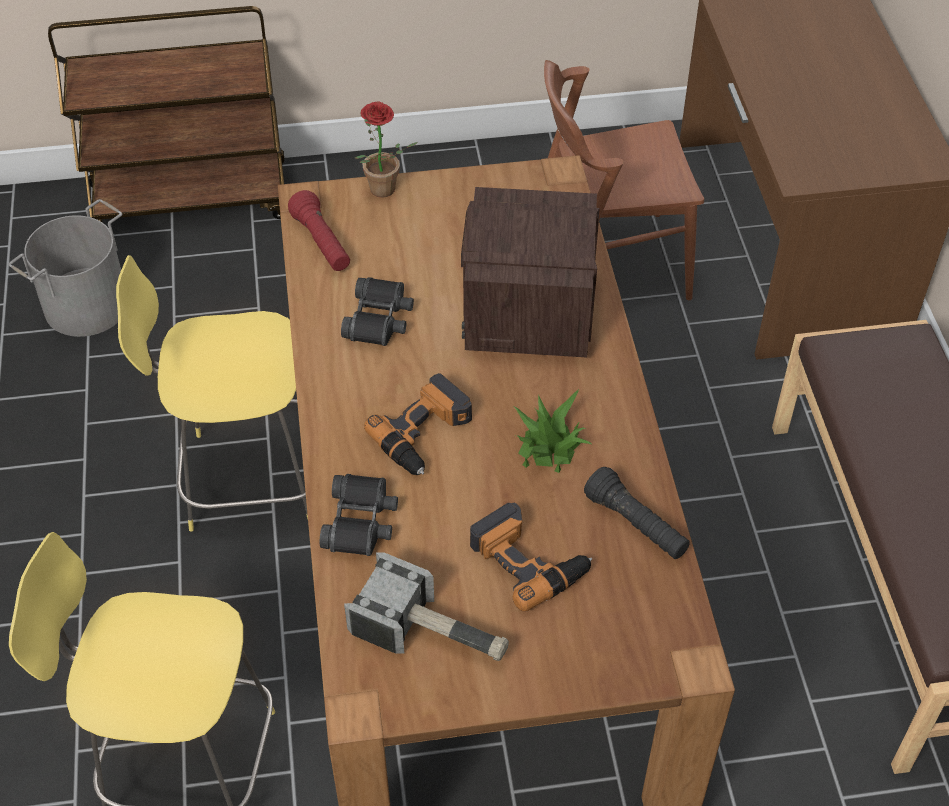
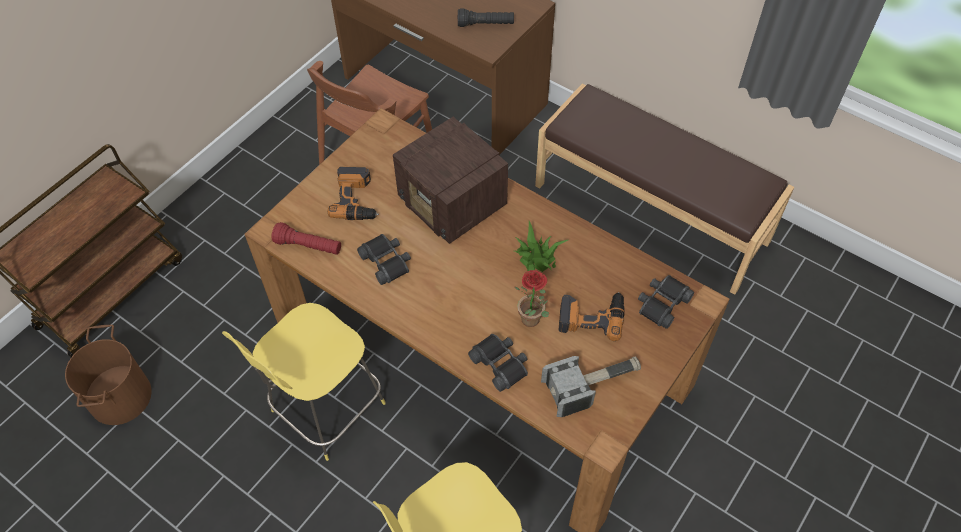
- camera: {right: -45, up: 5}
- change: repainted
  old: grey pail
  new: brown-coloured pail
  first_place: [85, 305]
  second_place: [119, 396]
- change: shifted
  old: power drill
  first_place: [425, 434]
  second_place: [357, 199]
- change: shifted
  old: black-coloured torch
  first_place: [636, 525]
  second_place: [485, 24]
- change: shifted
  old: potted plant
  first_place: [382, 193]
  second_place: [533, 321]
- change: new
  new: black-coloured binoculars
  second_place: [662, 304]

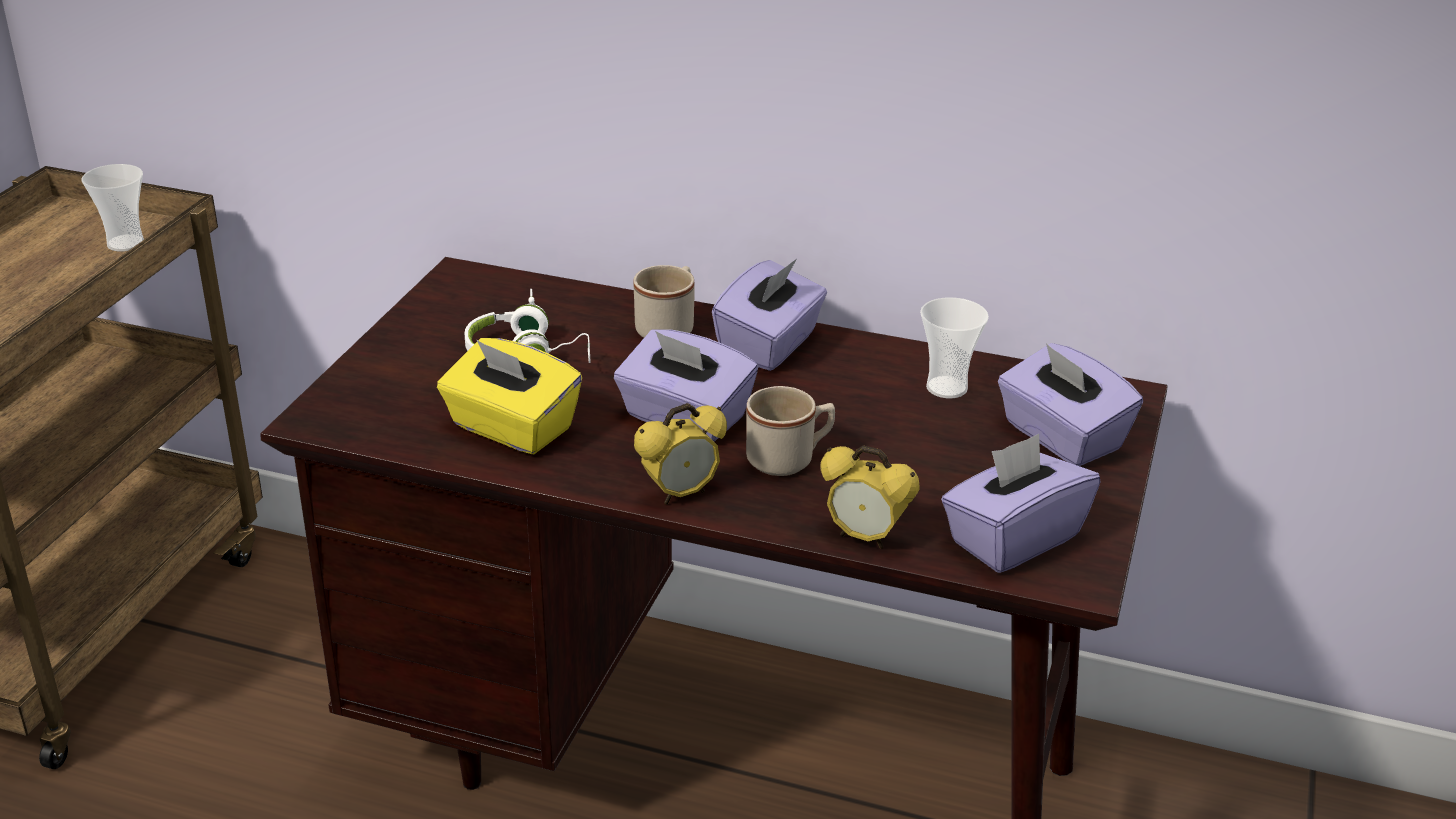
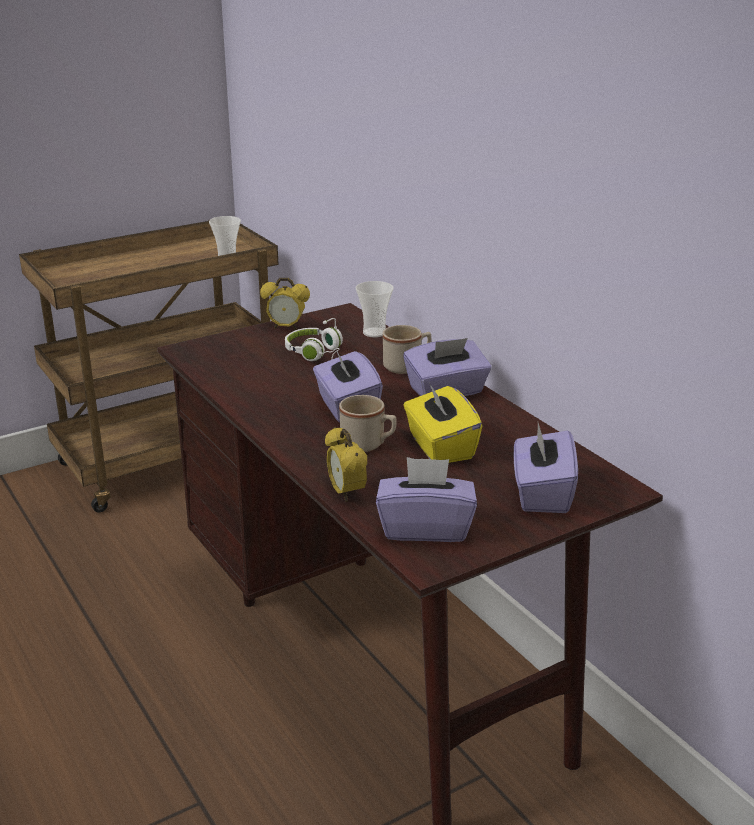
- camera: {right: 40, up: -5}
- change: shifted
  old: bedside clock
  first_place: [680, 494]
  second_place: [286, 327]
- change: shifted
  old: drinking cup
  first_place: [946, 388]
  second_place: [374, 333]
- change: shifted
  old: yellow-coloured tissue box
  first_place: [511, 428]
  second_place: [440, 447]

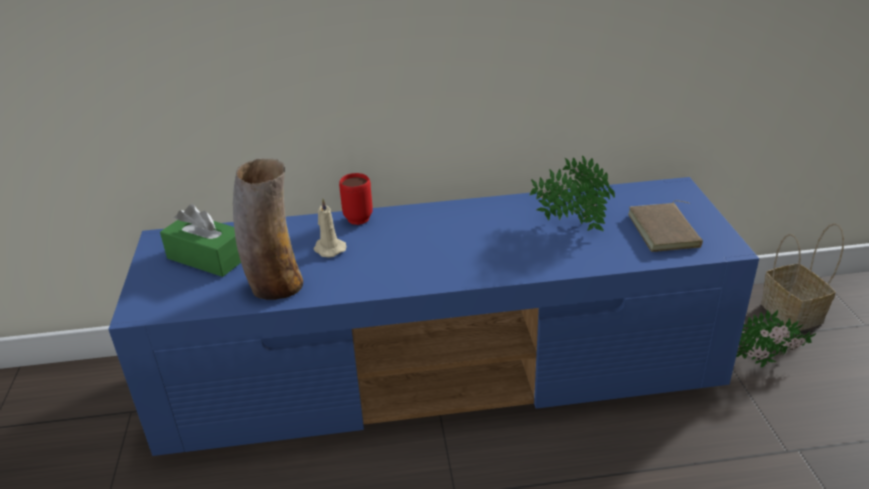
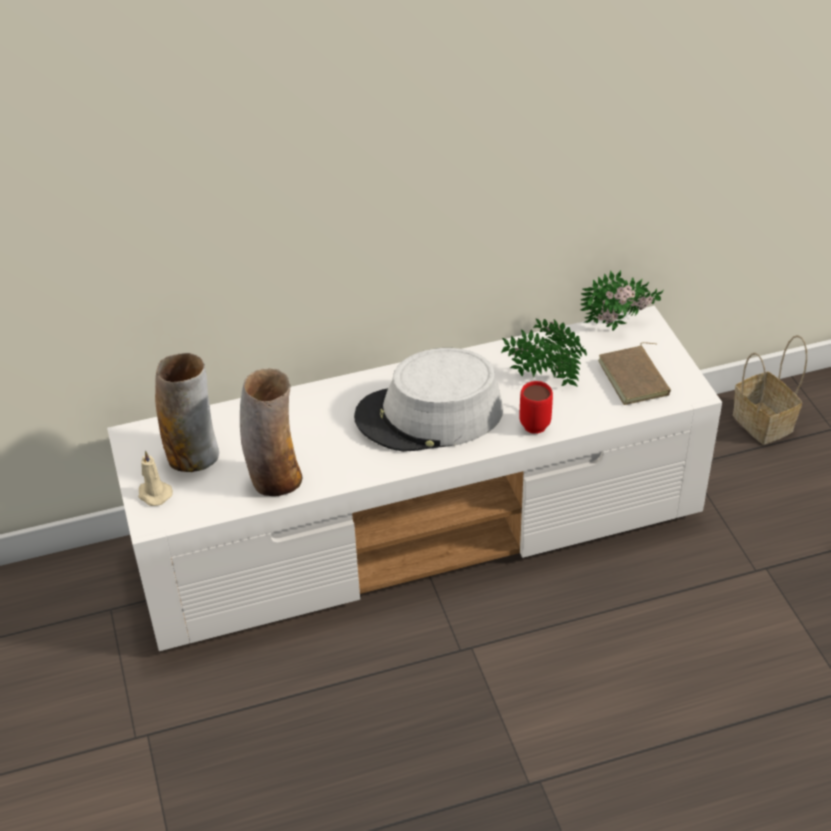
- camera: {right: -10, up: 10}
- change: repainted
  old: blue-coloured media console
  new: white media console
  first_place: [443, 372]
  second_place: [422, 529]
- change: shifted
  old: beige wax candle
  first_place: [328, 249]
  second_place: [154, 494]
- change: swapped
  old: greenish tissue box
  new: vase
  first_place: [208, 257]
  second_place: [193, 454]
- change: new
  new: grey wearable hat
  second_place: [429, 415]
- change: shifted
  old: reddish coffee mug
  first_place: [361, 216]
  second_place: [536, 421]
- change: shifted
  old: potted plant
  first_place: [768, 363]
  second_place: [620, 326]

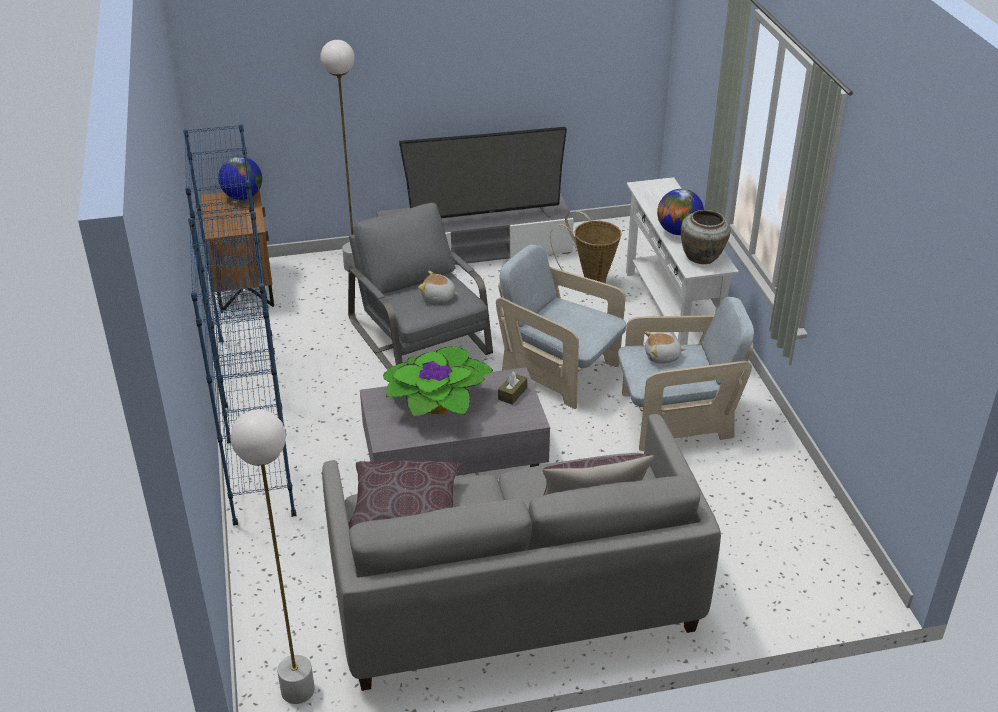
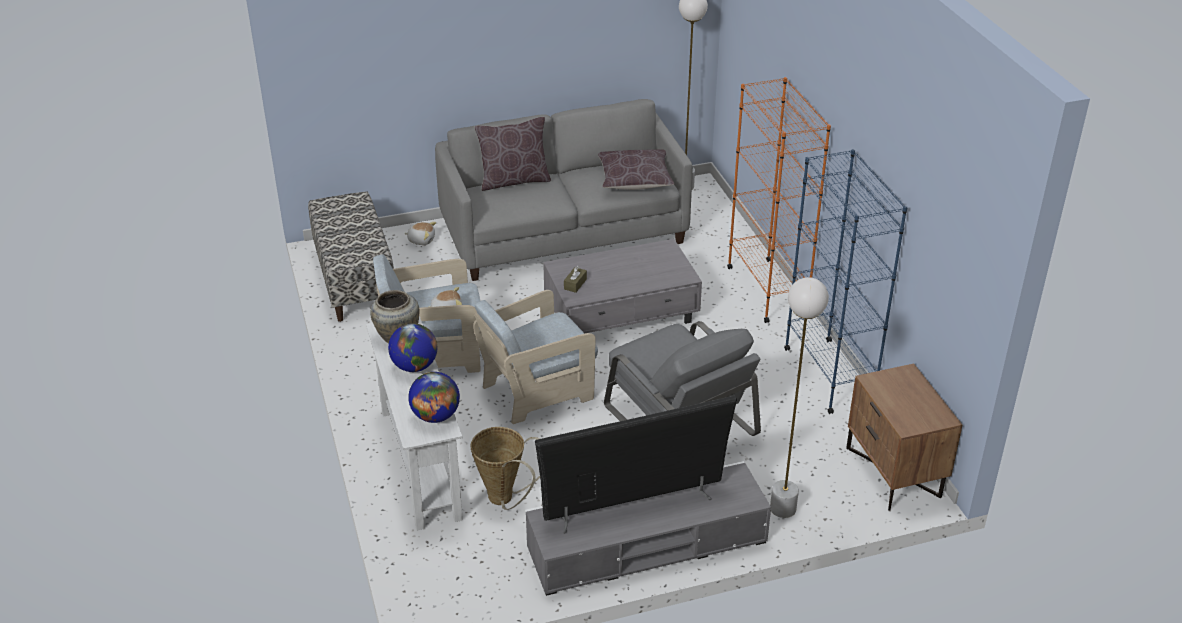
- camera: {right: 175, up: 0}
- change: new
  new: indoor bench
  second_place: [354, 281]
- change: shifted
  old: plush toy
  first_place: [438, 297]
  second_place: [421, 240]
- change: shifted
  old: globe
  first_place: [243, 197]
  second_place: [435, 416]
- change: rotated
  old: beige lounge chair
  first_place: [559, 372]
  second_place: [537, 391]
  degrees: 120
- change: repainted
  old: blue-coloured shelving unit
  new: orange-coloured shelving unit
  first_place: [260, 478]
  second_place: [767, 290]
- change: gone
  old: potted plant
  first_place: [438, 403]

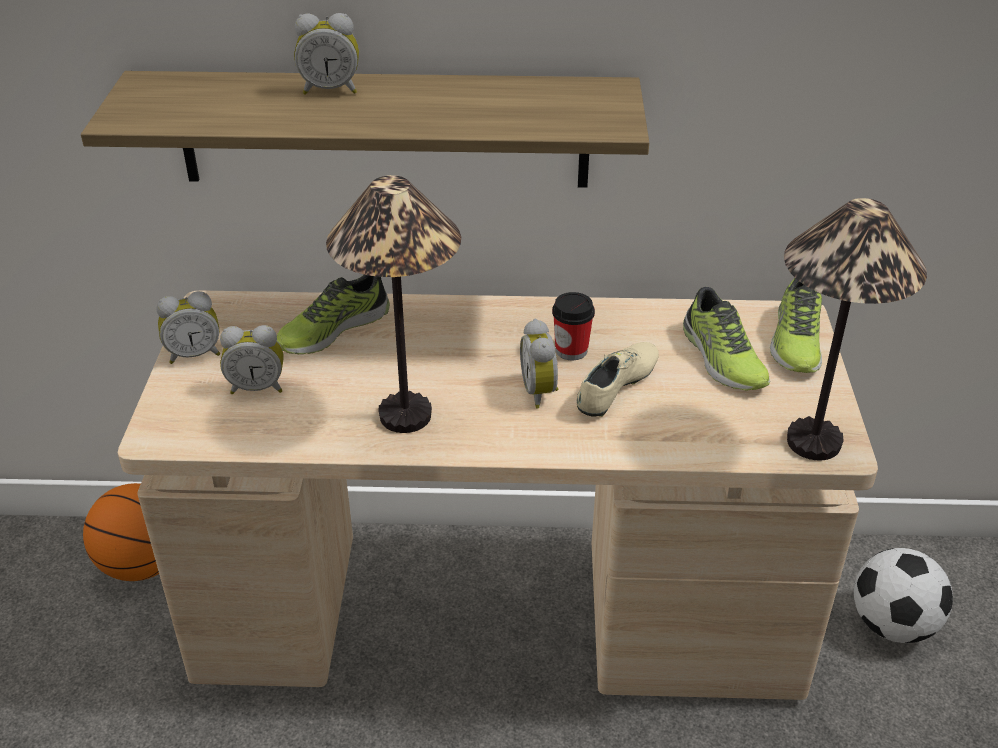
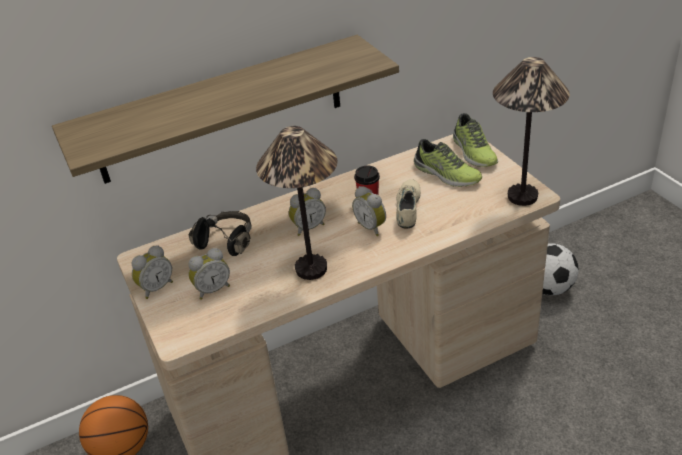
- camera: {right: -25, up: 0}
- change: swapped
  old: item of footwear
  new: black-coloured pair of headphones
  first_place: [332, 329]
  second_place: [227, 241]
- change: shifted
  old: bedside clock
  first_place: [330, 90]
  second_place: [308, 227]

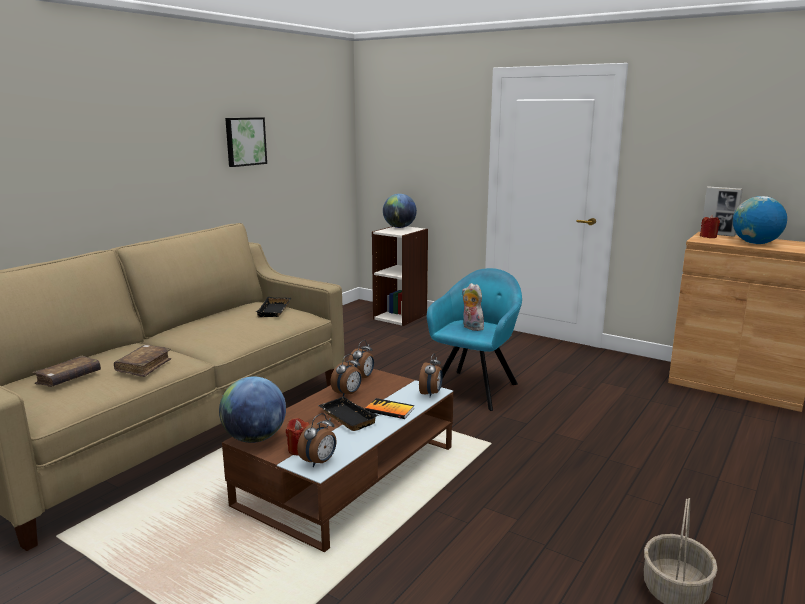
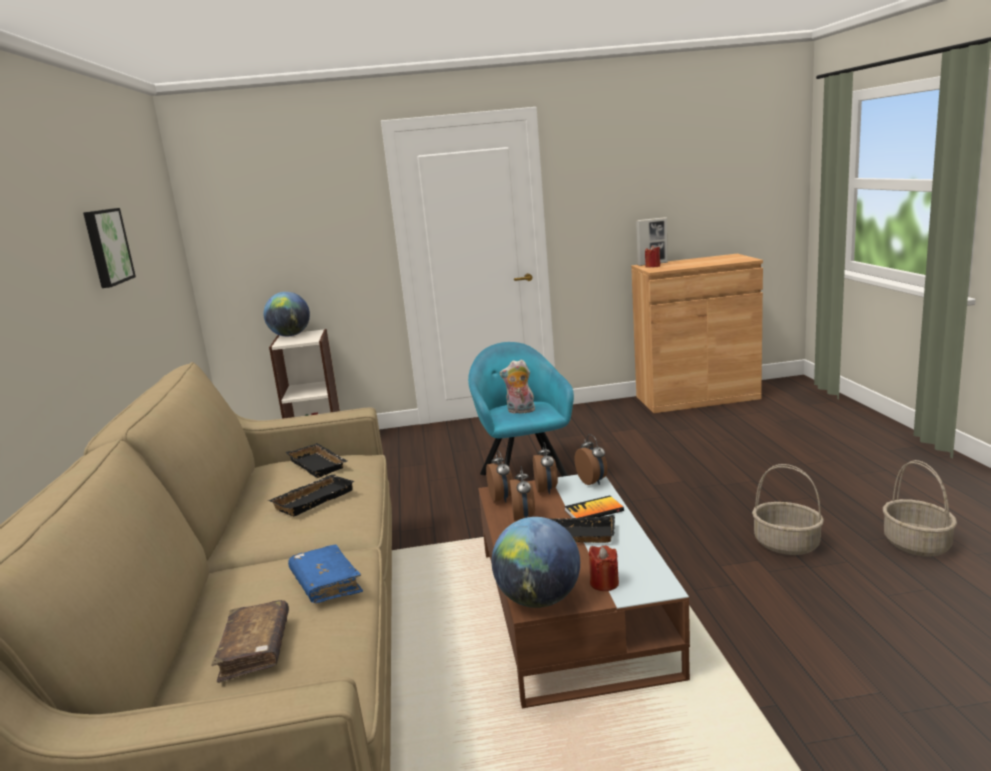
- camera: {right: -40, up: 0}
- change: new
  new: black-coloured carrying tray
  second_place: [313, 499]
- change: repainted
  old: brown-coloured volume
  new: blue-coloured volume
  first_place: [144, 366]
  second_place: [326, 584]
- change: shifted
  old: bedside clock
  first_place: [319, 462]
  second_place: [546, 490]
- change: new
  new: storage basket
  second_place: [787, 544]
- change: gone
  old: globe
  first_place: [755, 243]

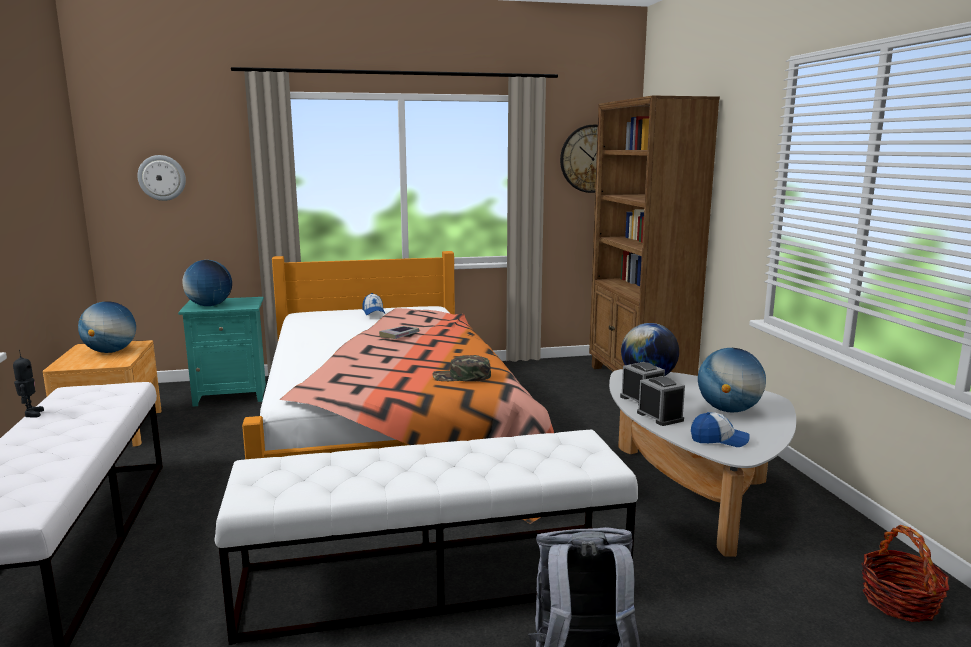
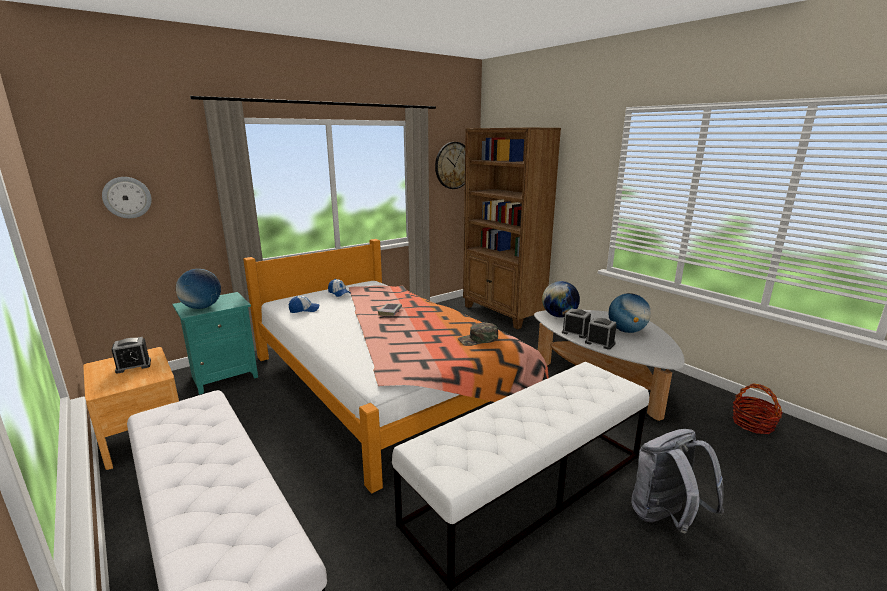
- camera: {right: -25, up: 5}
- change: swapped
  old: globe
  new: bedside clock
  first_place: [110, 351]
  second_place: [133, 366]
- change: shifted
  old: baseball cap
  first_place: [719, 440]
  second_place: [304, 310]
- change: gone
  old: robot figure
  first_place: [31, 414]

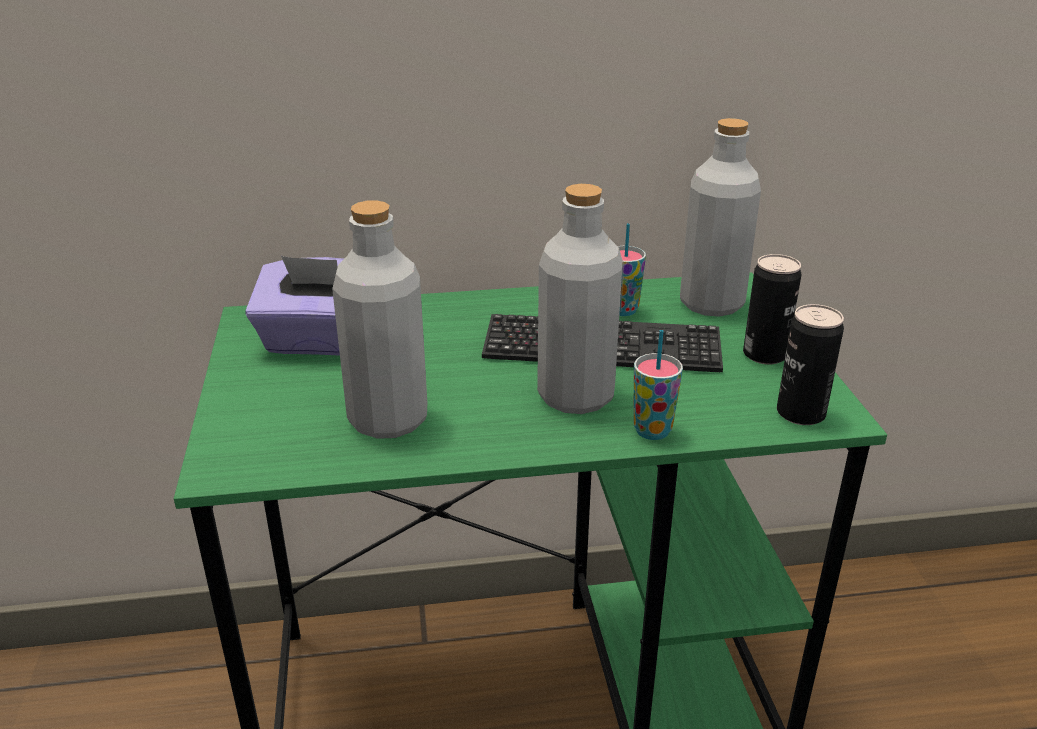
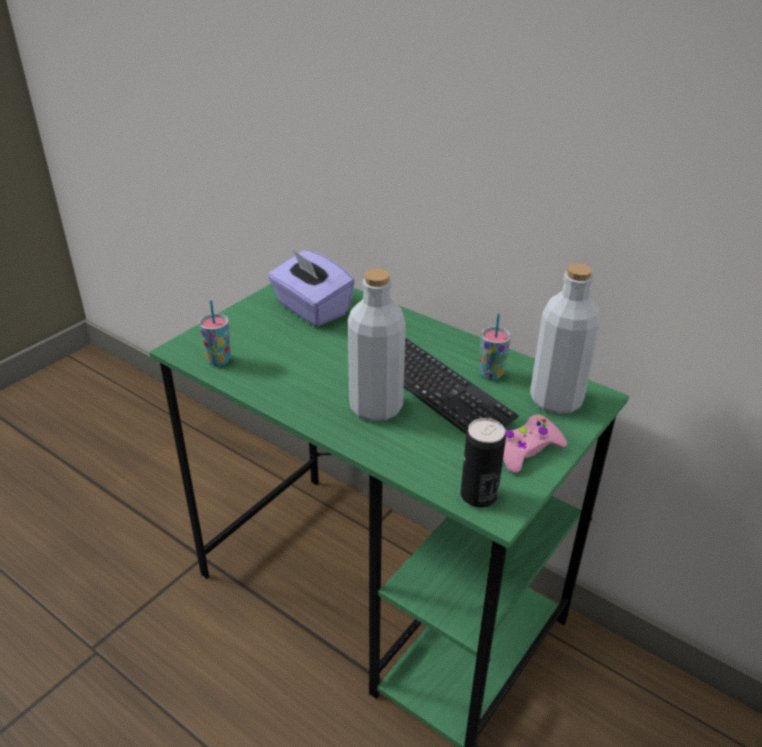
- camera: {right: 45, up: 5}
- change: shifted
  old: drinking cup
  first_place: [652, 431]
  second_place: [219, 360]
- change: swapped
  old: sealed can
  new: pink joypad
  first_place: [764, 354]
  second_place: [526, 450]
- change: gone
  old: grey drink bottle
  first_place: [388, 419]

